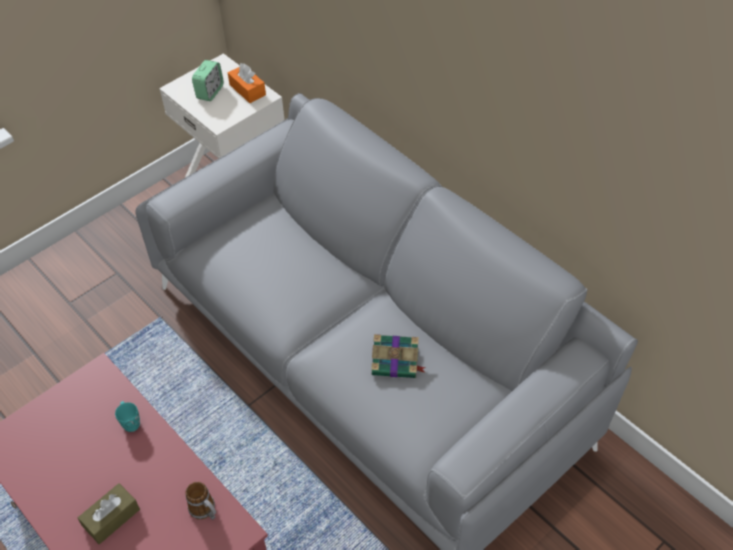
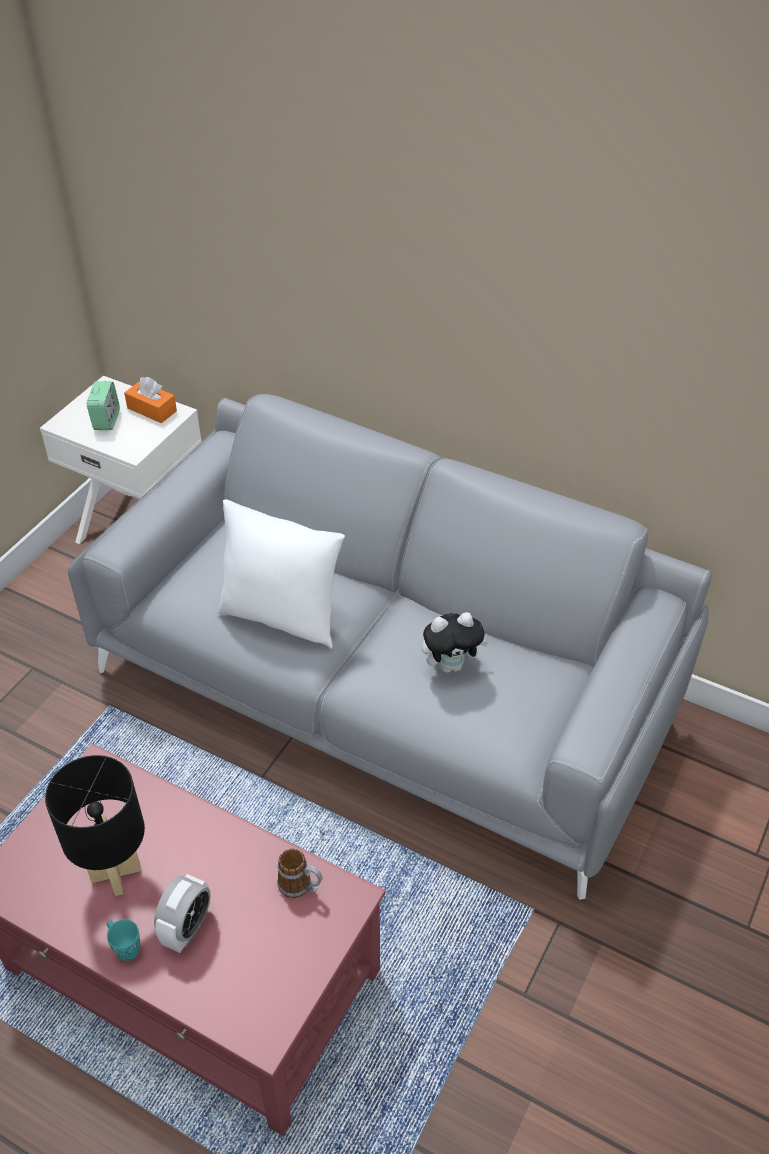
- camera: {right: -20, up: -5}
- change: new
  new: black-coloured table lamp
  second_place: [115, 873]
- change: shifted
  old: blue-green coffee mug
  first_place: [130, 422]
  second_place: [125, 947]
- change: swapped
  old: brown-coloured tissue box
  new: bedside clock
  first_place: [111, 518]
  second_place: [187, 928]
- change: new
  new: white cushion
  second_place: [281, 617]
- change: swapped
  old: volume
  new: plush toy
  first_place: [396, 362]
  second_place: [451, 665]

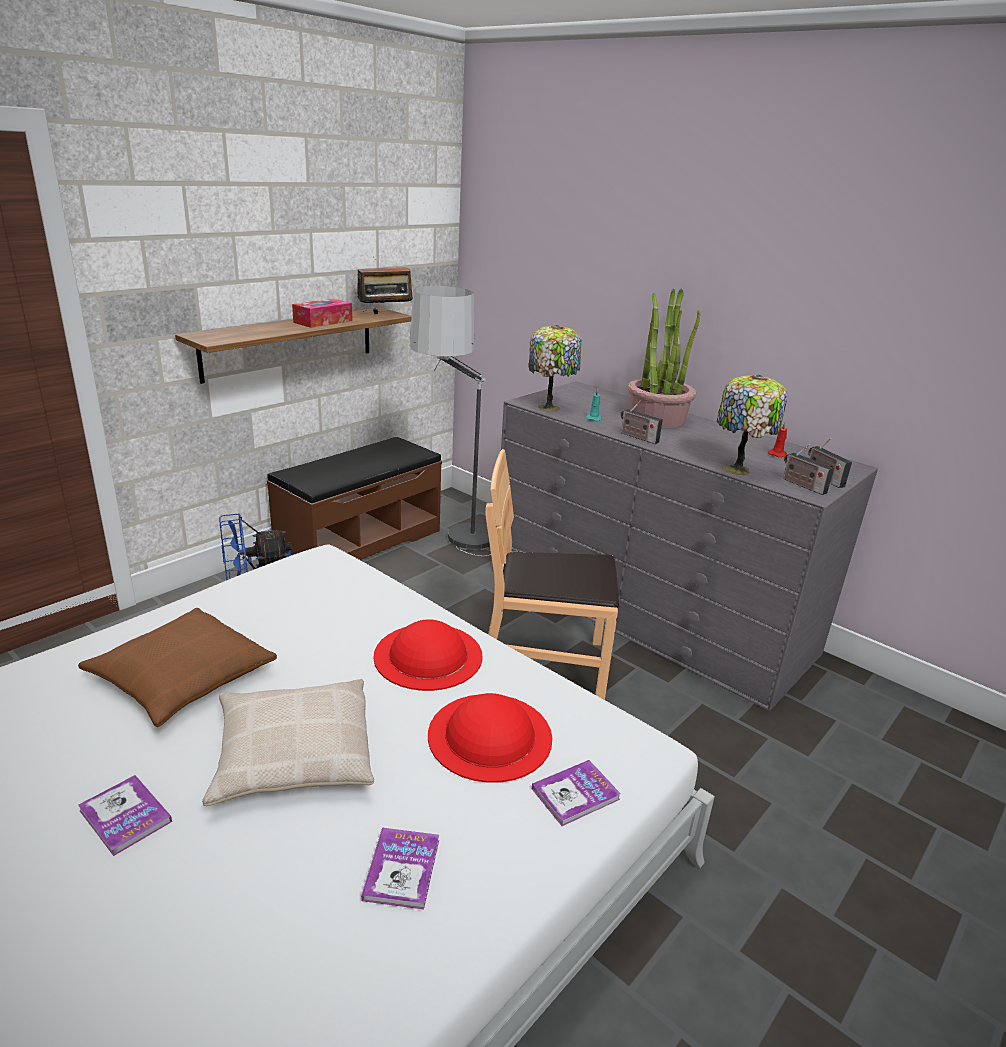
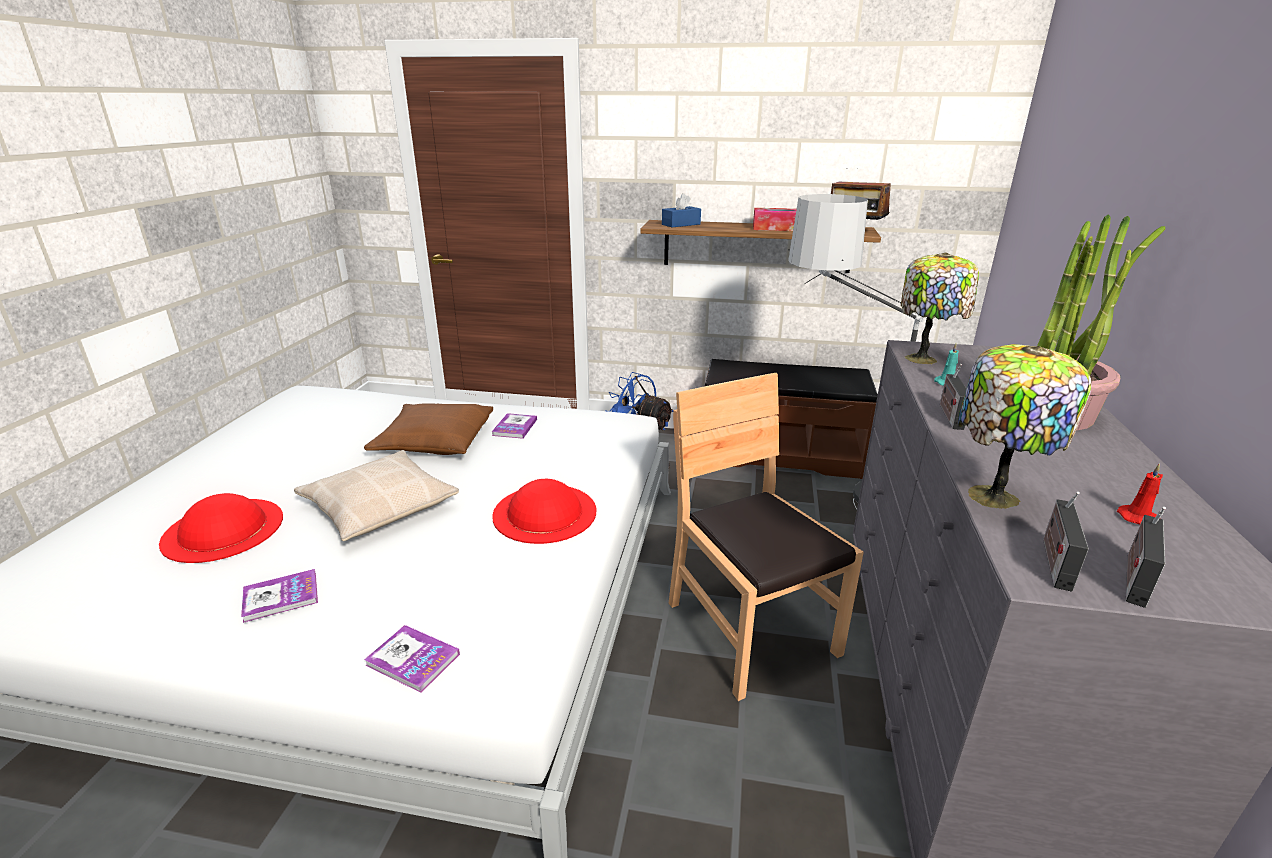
- camera: {right: 60, up: 0}
- change: shifted
  old: reddish wearable hat
  first_place: [490, 736]
  second_place: [223, 529]
- change: shifted
  old: volume
  first_place: [125, 816]
  second_place: [515, 427]
- change: new
  new: blue-coloured tissue box
  second_place: [681, 224]

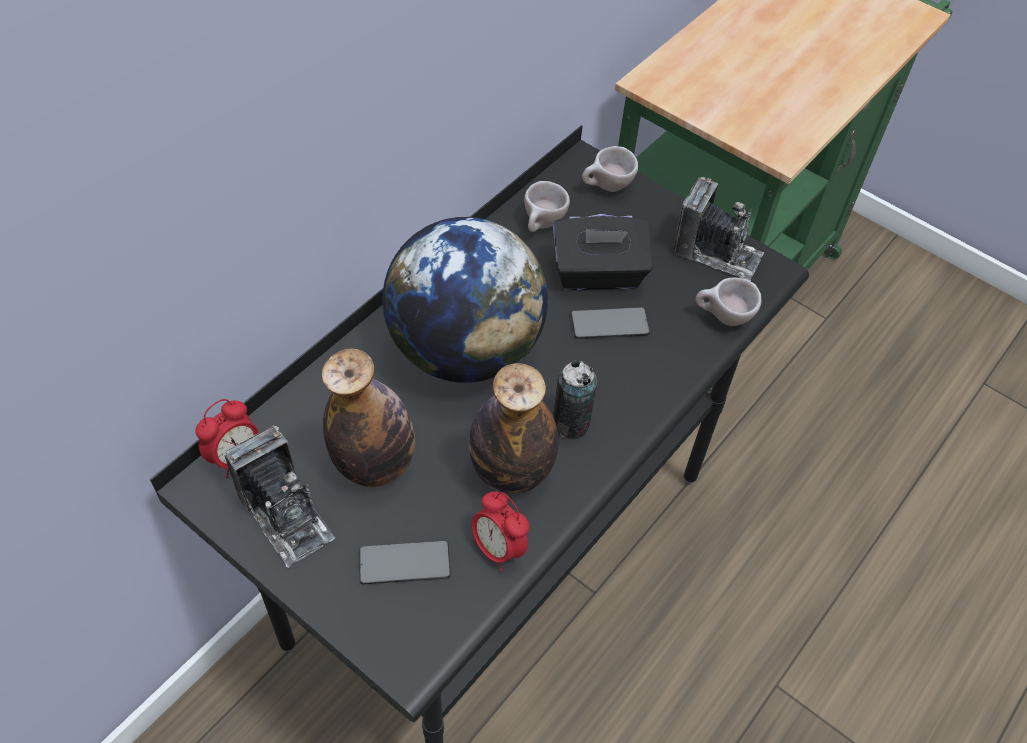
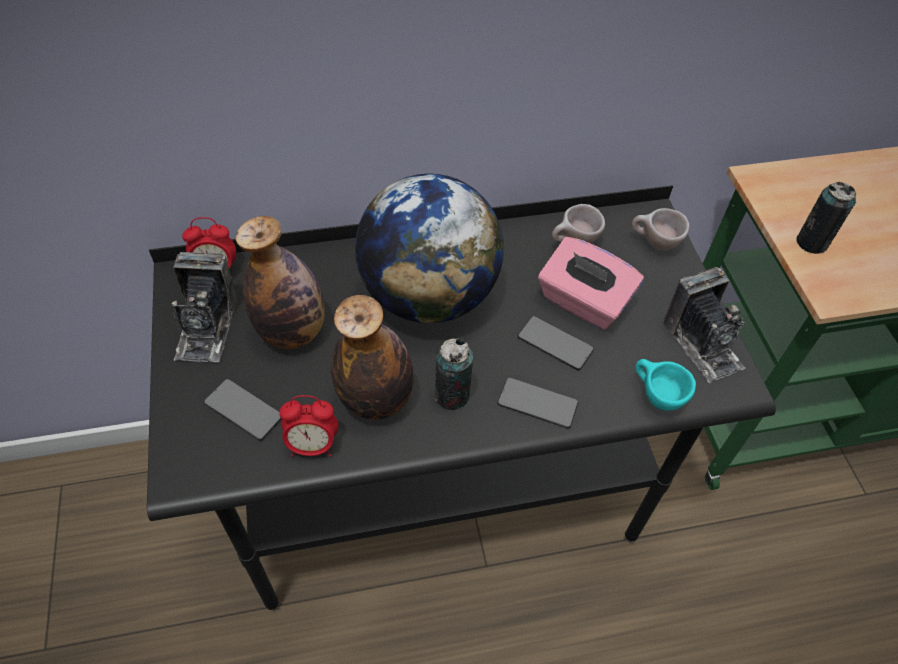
- camera: {right: 40, up: 0}
- change: rotated
  old: bedside clock
  first_place: [498, 548]
  second_place: [312, 445]
  degrees: -90
- change: new
  new: phone
  second_place: [537, 403]
- change: repainted
  old: black-coloured tissue box
  new: pink tissue box
  first_place: [598, 274]
  second_place: [583, 302]
- change: repainted
  old: beige drinking cup
  new: blue-green drinking cup
  first_place: [722, 318]
  second_place: [655, 397]
- change: new
  new: sealed can
  second_place: [811, 242]

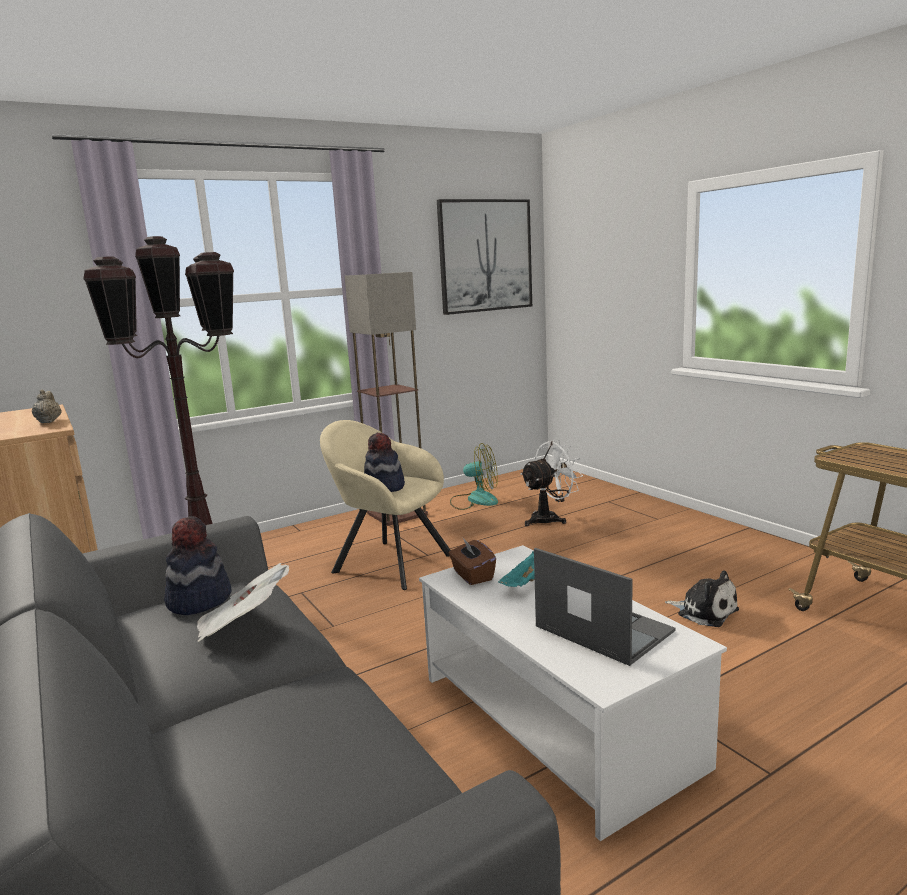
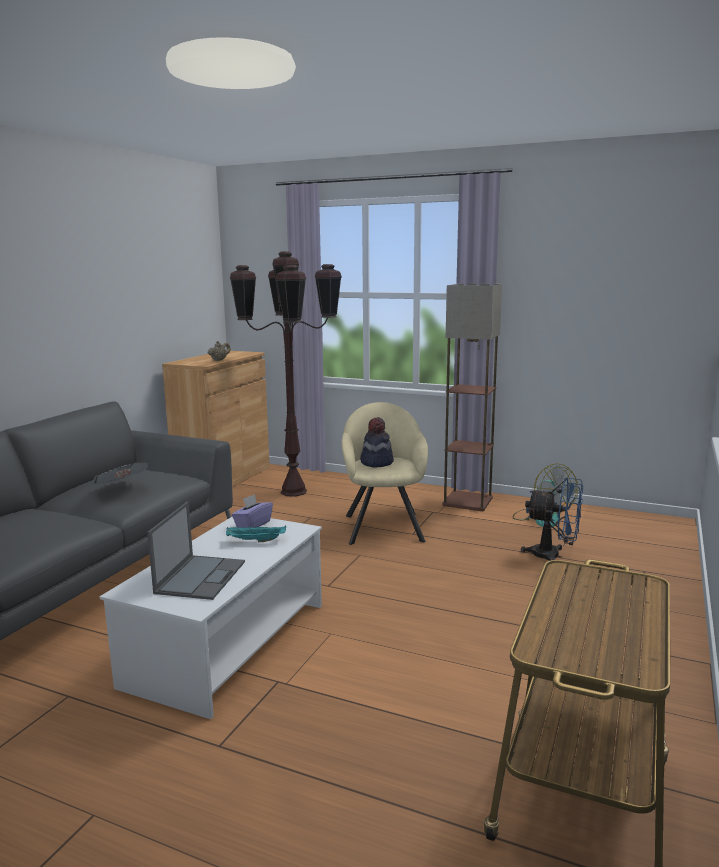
- camera: {right: 55, up: 0}
- change: repainted
  old: brown-coloured tissue box
  new: purple tissue box
  first_place: [472, 575]
  second_place: [252, 524]
- change: repainted
  old: white cooling fan
  new: blue-coloured cooling fan
  first_place: [549, 518]
  second_place: [553, 556]
- change: gone
  old: wearable hat
  first_place: [198, 600]
- change: gone
  old: wall picture
  first_place: [485, 256]
- change: gone
  old: plush toy
  first_place: [704, 611]

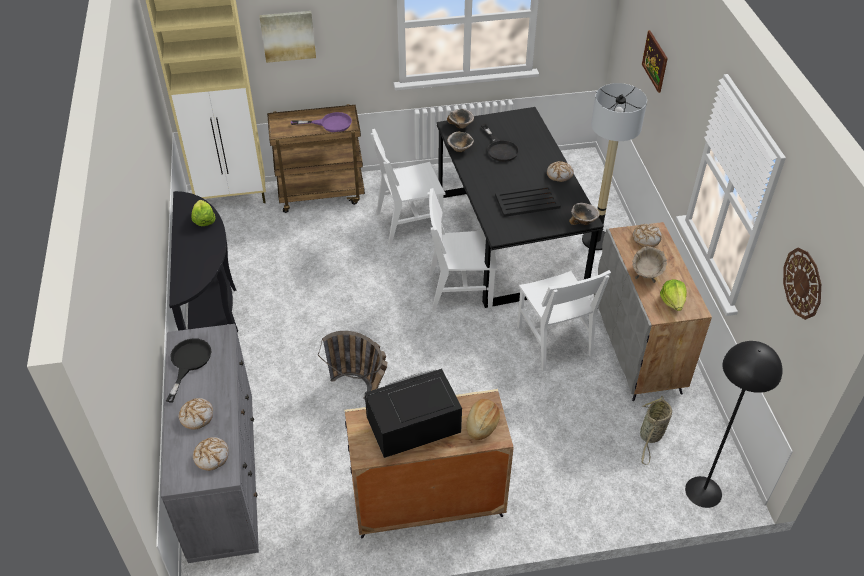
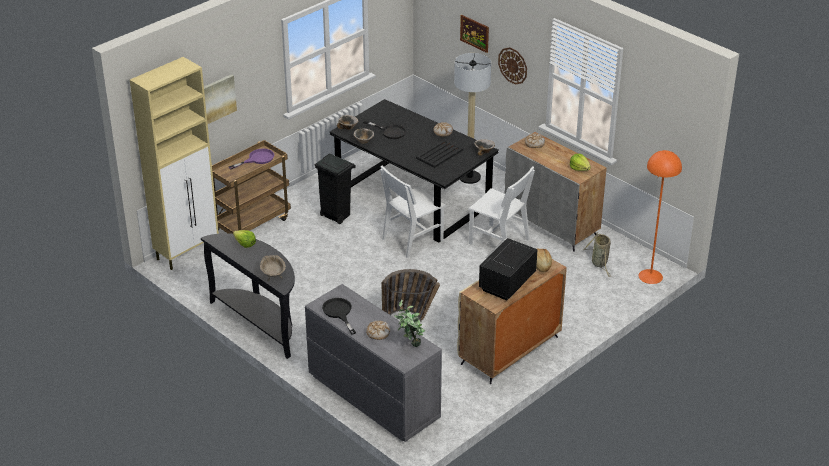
- camera: {right: -35, up: -10}
- change: shifted
  old: beige serving bowl
  first_place: [646, 273]
  second_place: [273, 274]
- change: swapped
  old: white chair
  new: black-coloured rubbish bin
  first_place: [408, 222]
  second_place: [335, 216]
- change: swapped
  old: bread
  new: potted plant
  first_place: [212, 456]
  second_place: [410, 345]
- change: shifted
  old: wall clock
  first_place: [803, 283]
  second_place: [513, 65]
- change: repainted
  old: black-coloured floor lamp
  new: orange-coloured floor lamp
  first_place: [703, 492]
  second_place: [650, 276]

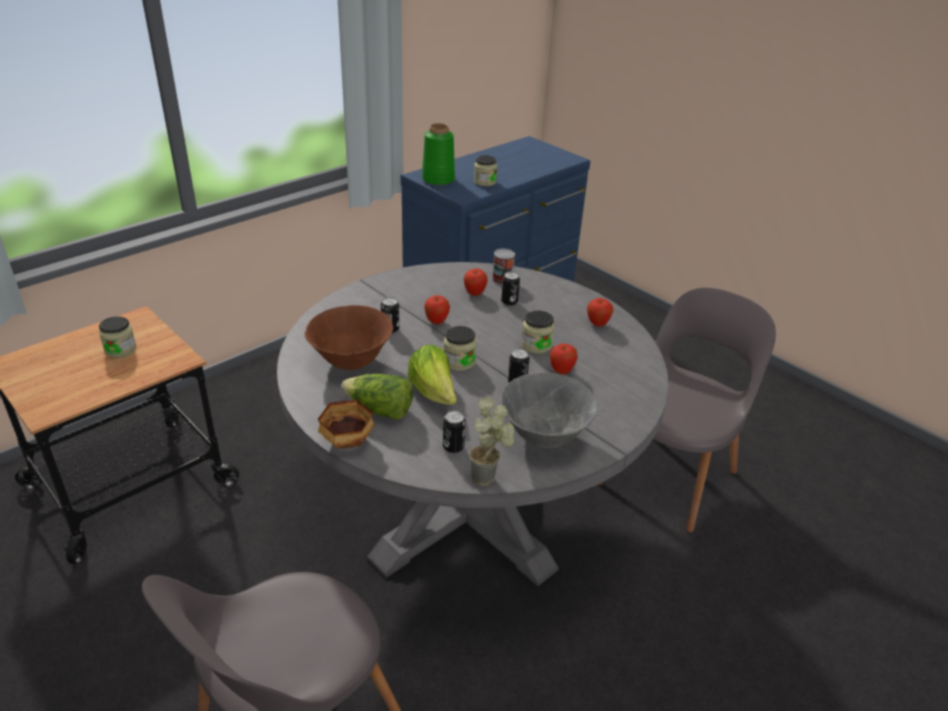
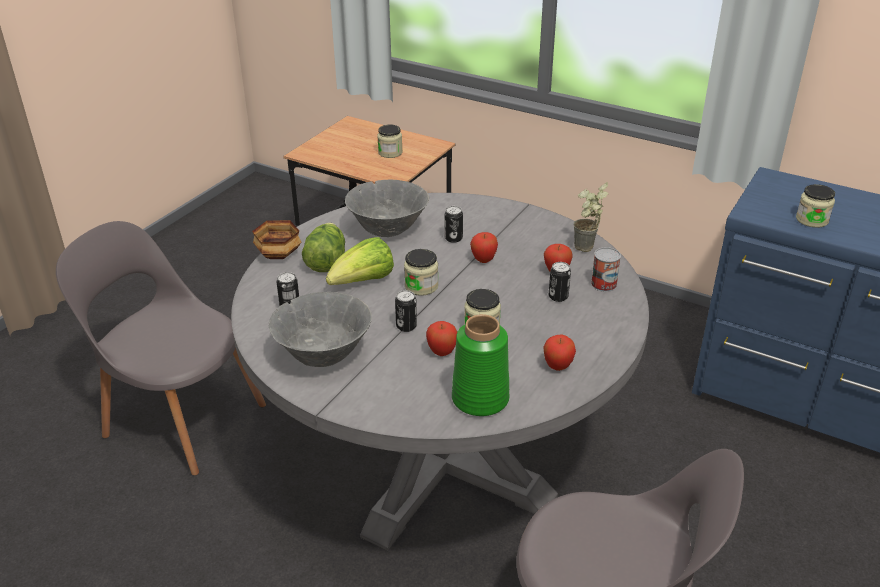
- camera: {right: 75, up: 0}
- change: repainted
  old: brown-coloured serving bowl
  new: grey serving bowl
  first_place: [351, 362]
  second_place: [387, 231]
- change: shifted
  old: greenish vase
  first_place: [438, 179]
  second_place: [479, 399]
- change: shifted
  old: potted plant
  first_place: [490, 478]
  second_place: [586, 250]

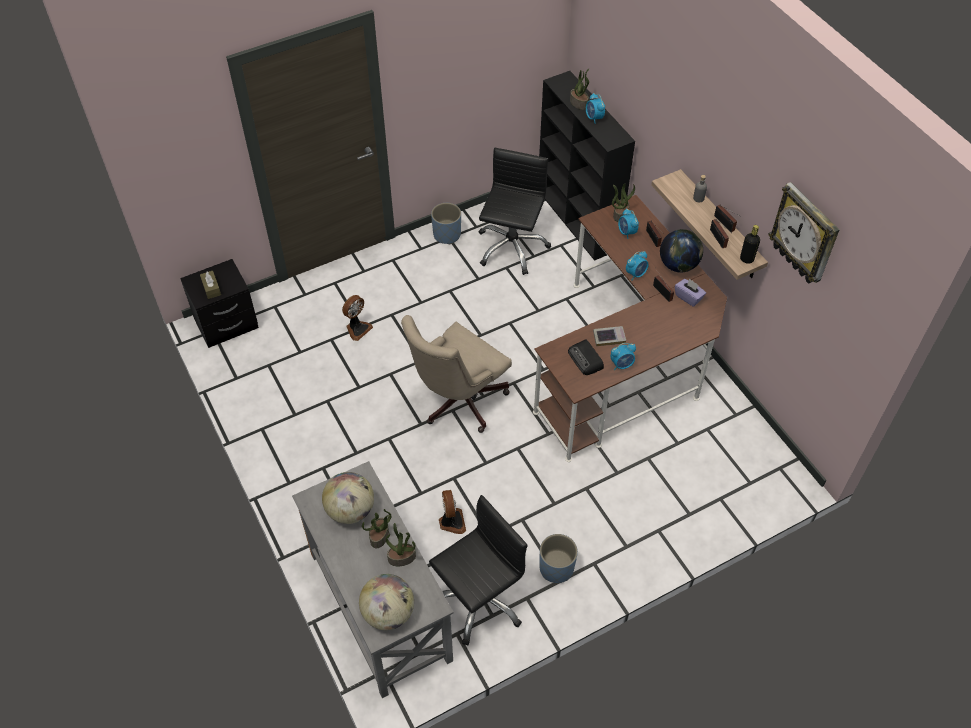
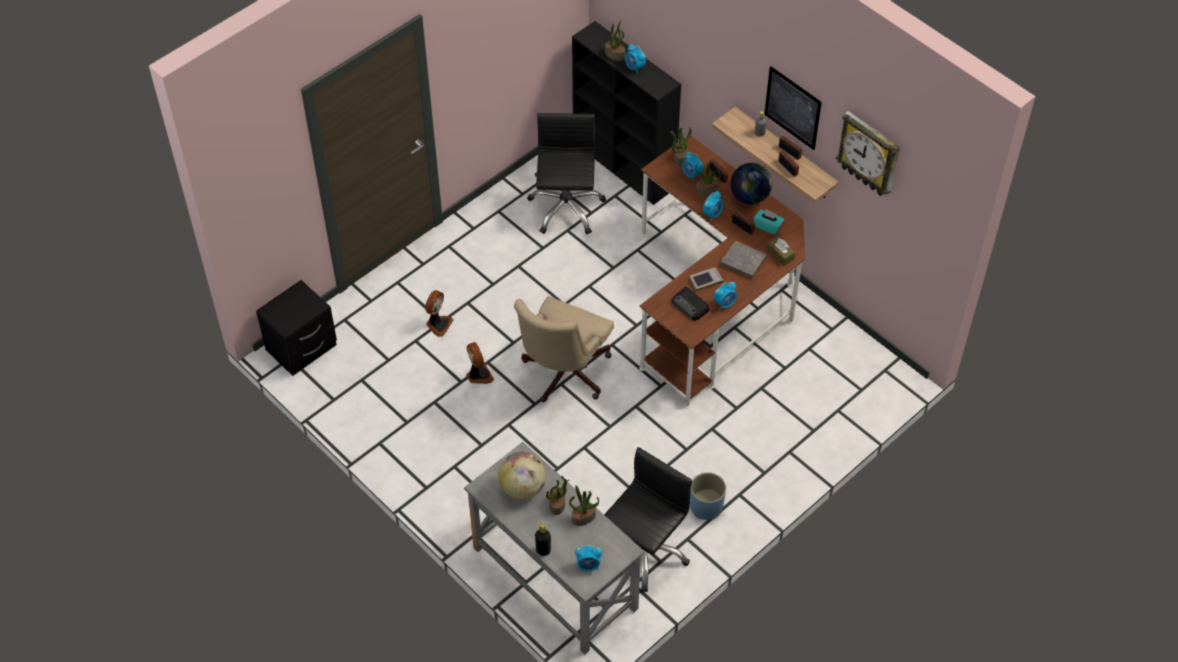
- camera: {right: -15, up: 0}
- change: shifted
  old: cooling fan
  first_place: [451, 522]
  second_place: [478, 375]
- change: shifted
  old: black-coloured drink bottle
  first_place: [746, 259]
  second_place: [543, 550]
- change: swapped
  old: globe
  new: bedside clock
  first_place: [388, 613]
  second_place: [588, 565]
- change: new
  new: potted plant
  second_place: [706, 190]
- change: new
  new: grey volume
  second_place: [743, 262]
- change: repainted
  old: purple tissue box
  new: blue-green tissue box
  first_place: [688, 297]
  second_place: [768, 226]
- change: new
  new: wall picture
  second_place: [793, 108]
- change: shifted
  old: brown-coloured tissue box
  first_place: [211, 288]
  second_place: [780, 254]
- change: gone
  old: blue-coloured planter
  first_place: [447, 235]

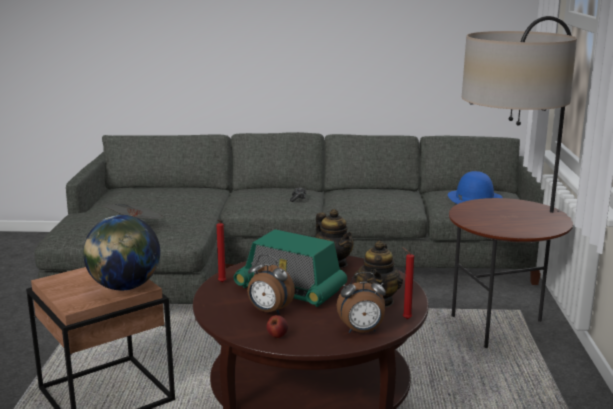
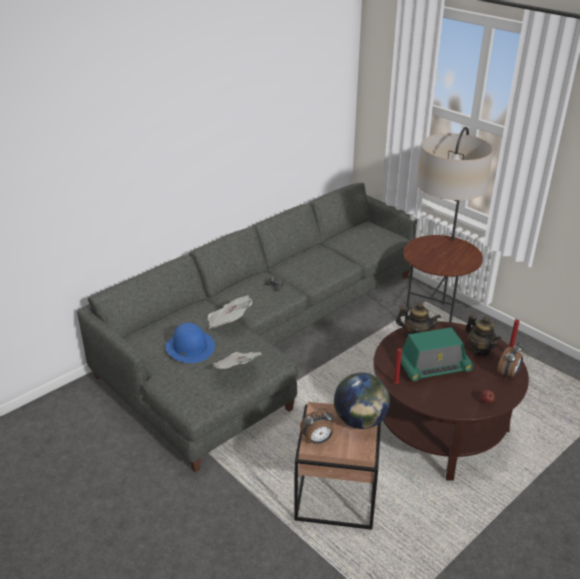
- camera: {right: -45, up: 15}
- change: shifted
  old: blue-coloured wearable hat
  first_place: [474, 198]
  second_place: [190, 347]
- change: new
  new: printed paper
  second_place: [228, 322]
- change: shifted
  old: bedside clock
  first_place: [269, 311]
  second_place: [318, 440]

